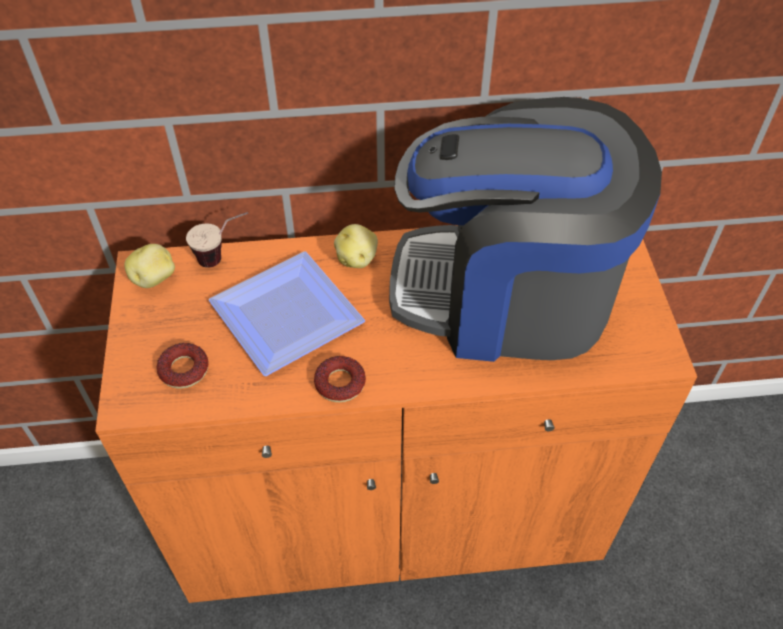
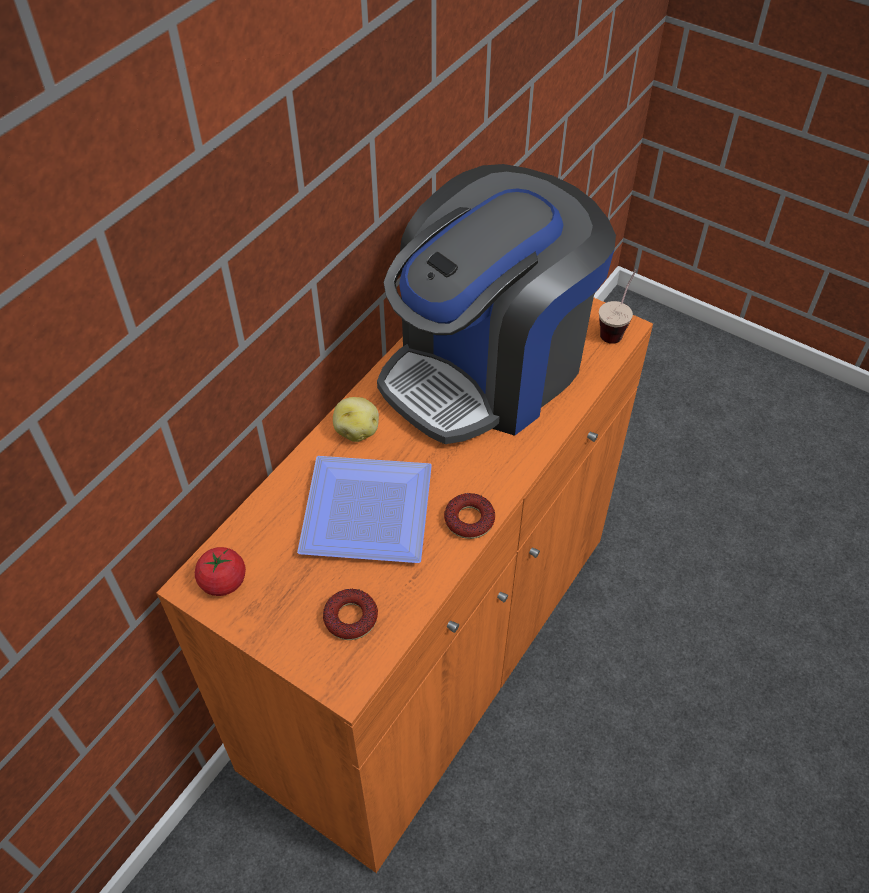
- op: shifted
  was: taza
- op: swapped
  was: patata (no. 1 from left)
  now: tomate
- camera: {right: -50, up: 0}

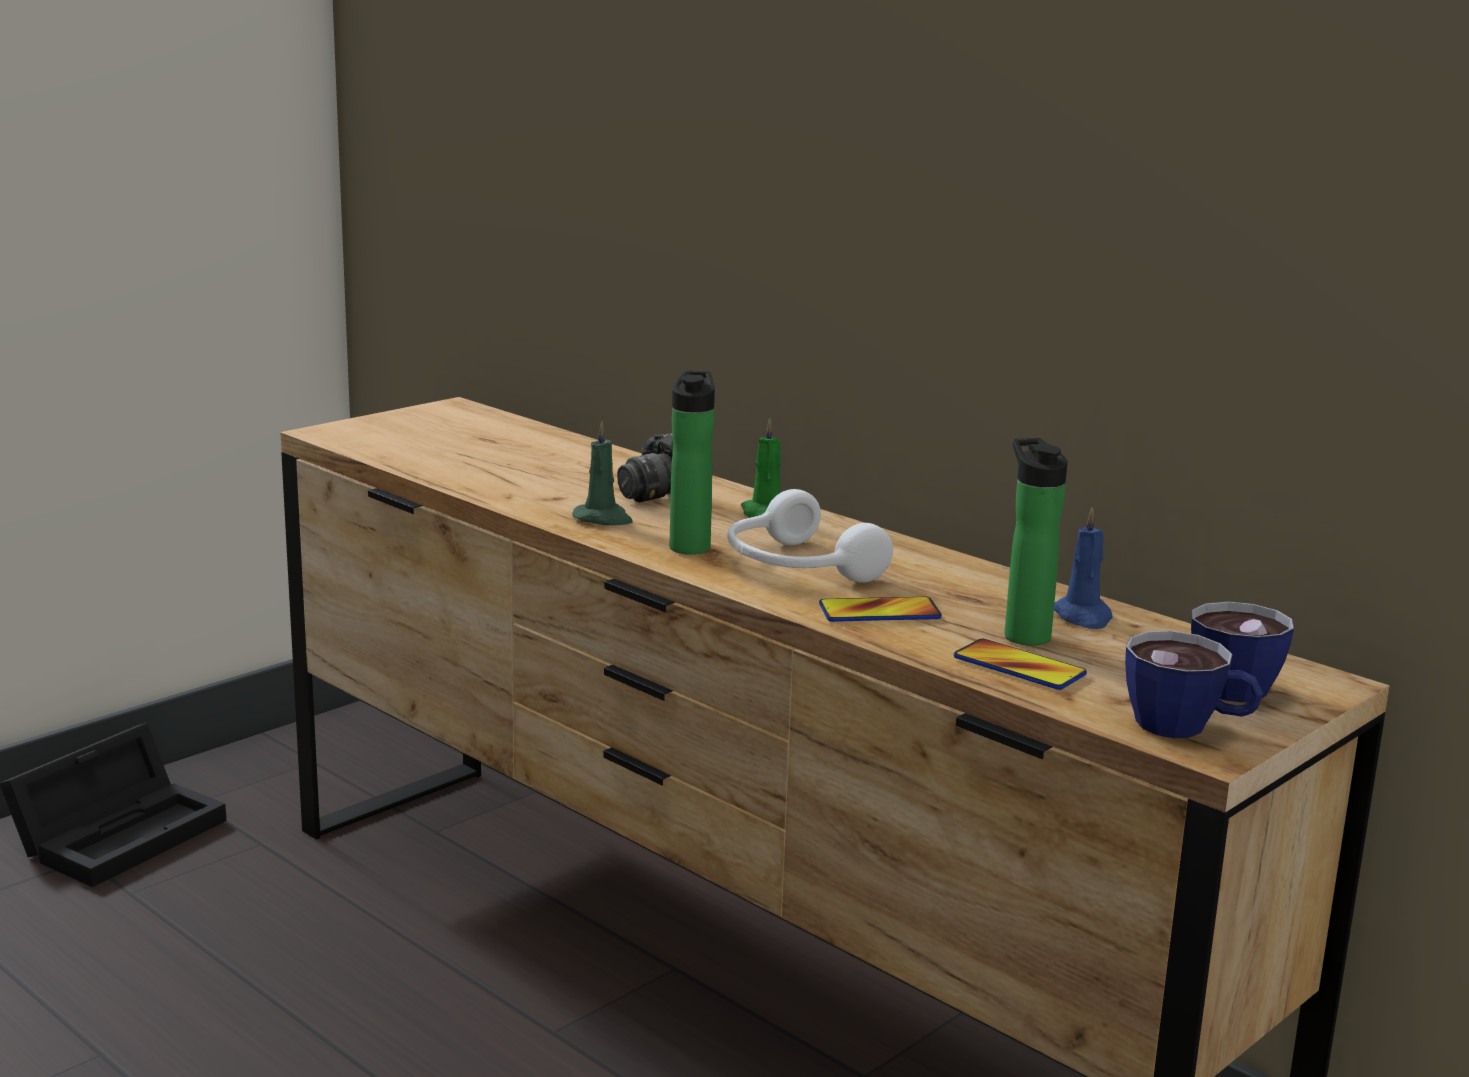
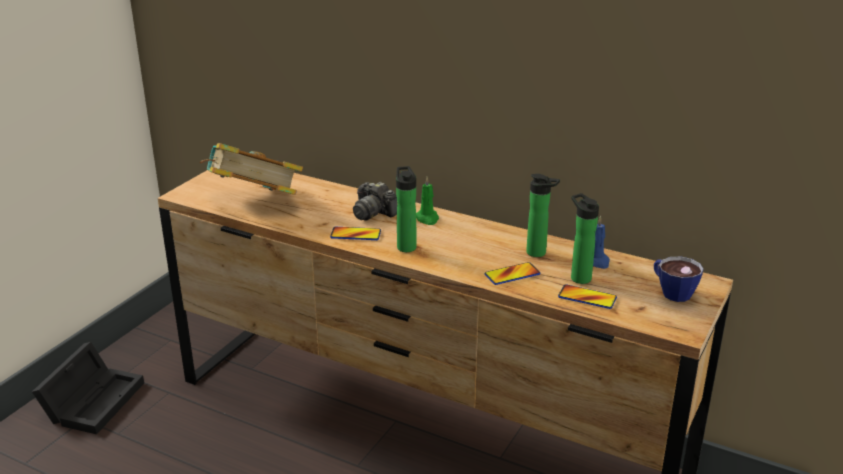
- op: swapped
  was: vela/verde (no. 1 from left)
  now: móvil (no. 1 from left)
- op: gone
  was: auriculares/blanco
- op: gone
  was: taza (no. 1 from left)
- op: new
  now: libro
- op: new
  now: botella (no. 2 from left)
- camera: {right: -15, up: 10}

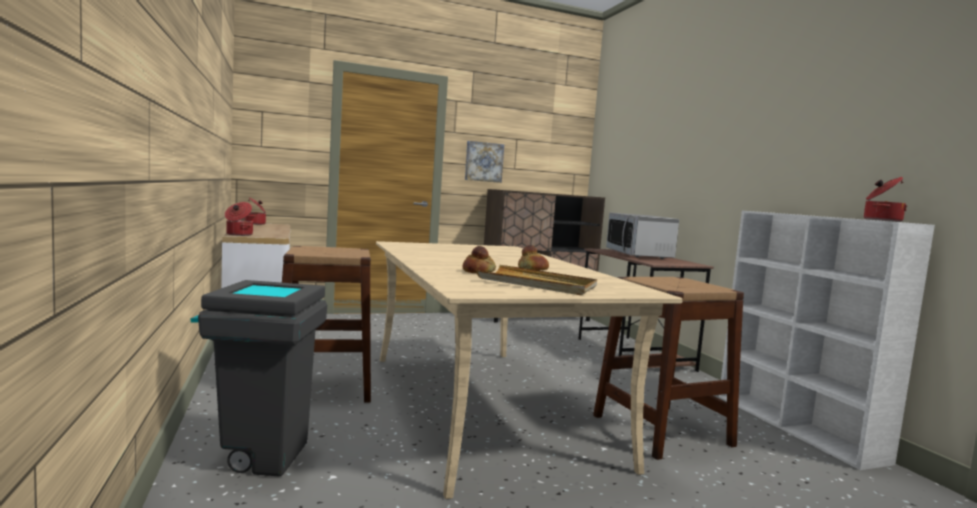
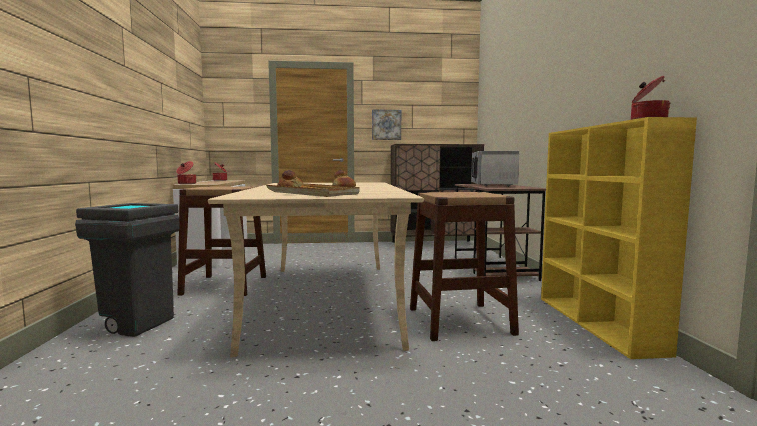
- op: repainted
  was: estantería/blanco
  now: estantería/amarillo
- camera: {right: 15, up: 0}

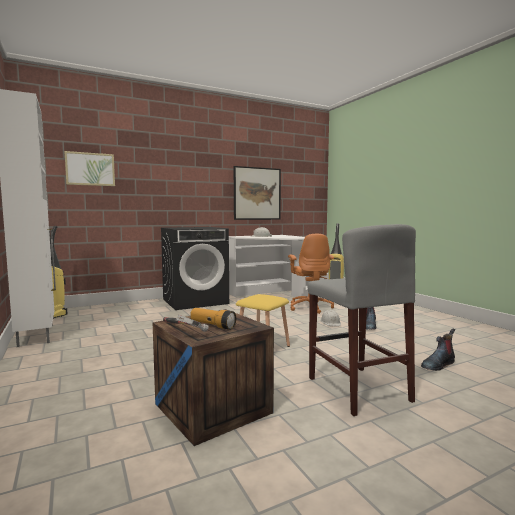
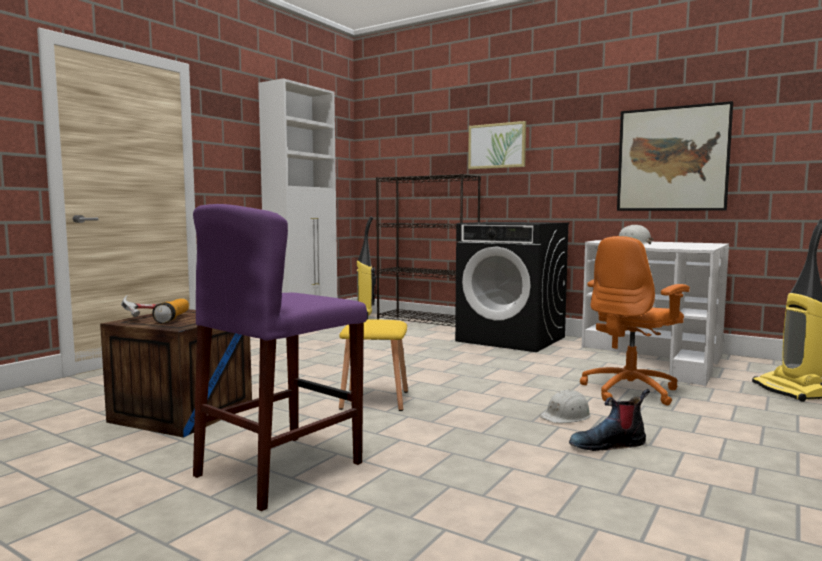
- op: shifted
  was: cuadro (no. 1 from left)
- op: repainted
  was: taburete/gris
  now: taburete/morado
- op: gone
  was: bota (no. 2 from left)
- op: new
  now: estantería/negro
- camera: {right: 60, up: 0}

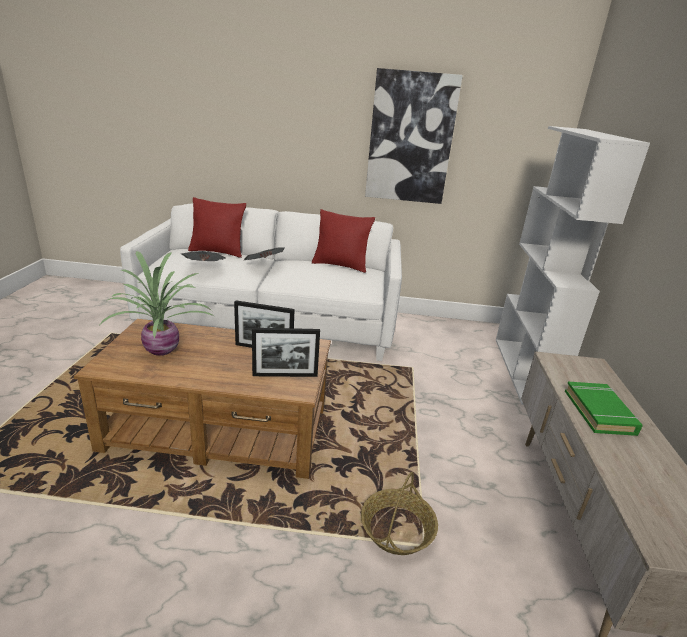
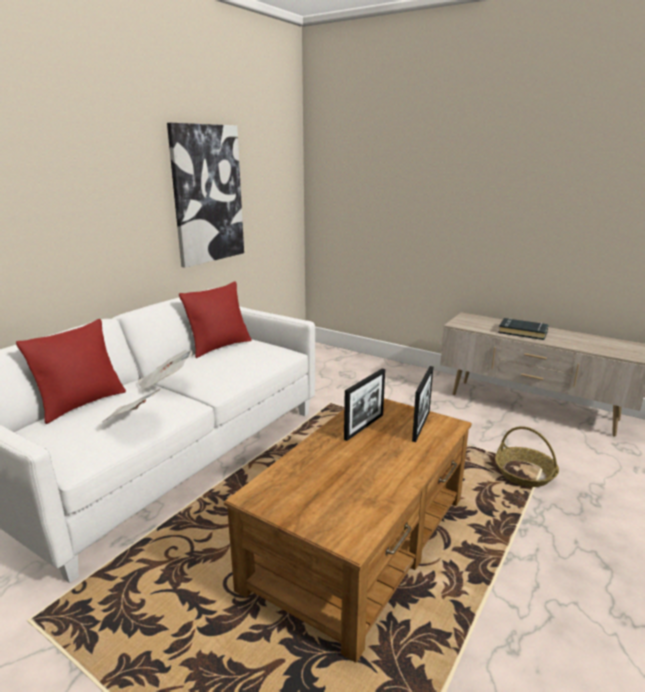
- op: gone
  was: estantería/blanco
- op: gone
  was: planta en maceta
- op: repainted
  was: libro/verde
  now: libro/negro
- camera: {right: -60, up: -5}

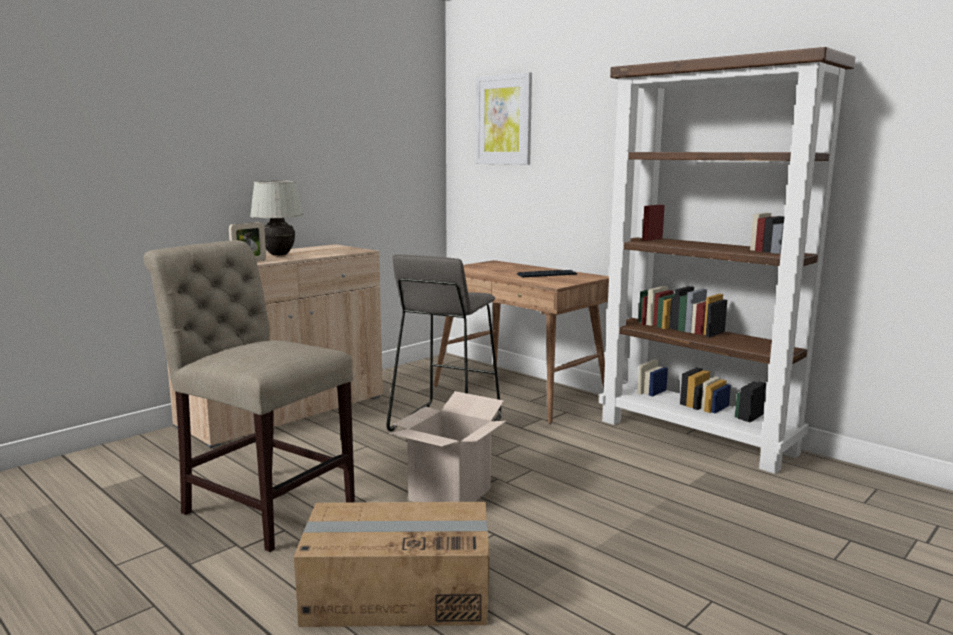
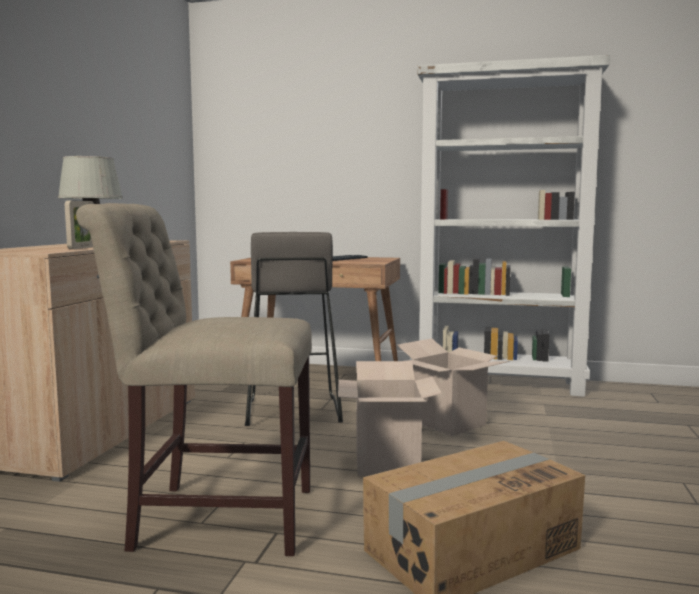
- op: repainted
  was: estantería/marrón
  now: estantería/blanco
- op: gone
  was: cuadro
- op: new
  now: caja de cartón (no. 2 from left)
- camera: {right: -30, up: -5}

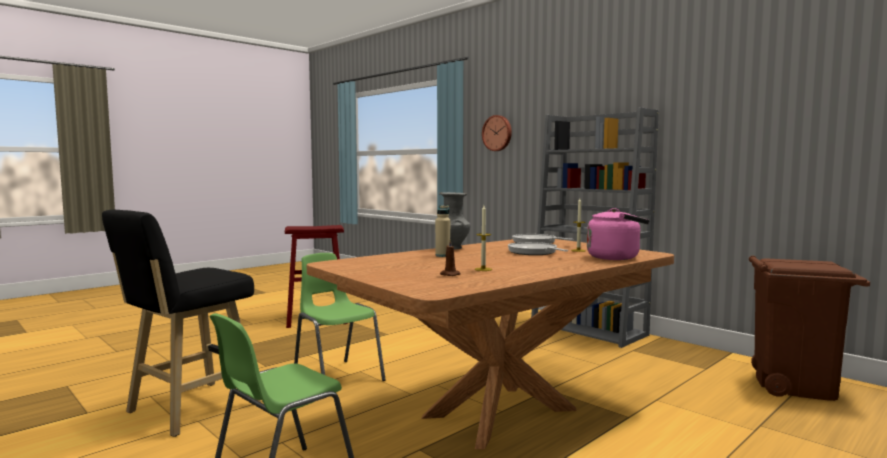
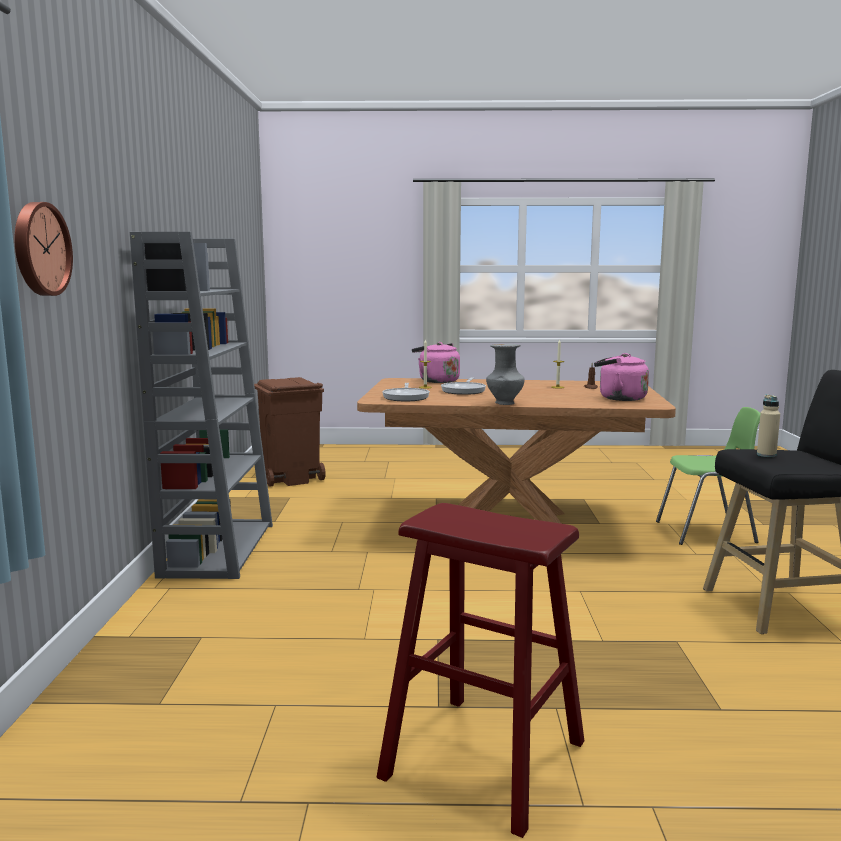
- op: shifted
  was: botella/beis
- op: gone
  was: silla/verde (no. 2 from left)
- op: new
  now: hervidor/rosa (no. 2 from left)
- camera: {right: -135, up: 5}

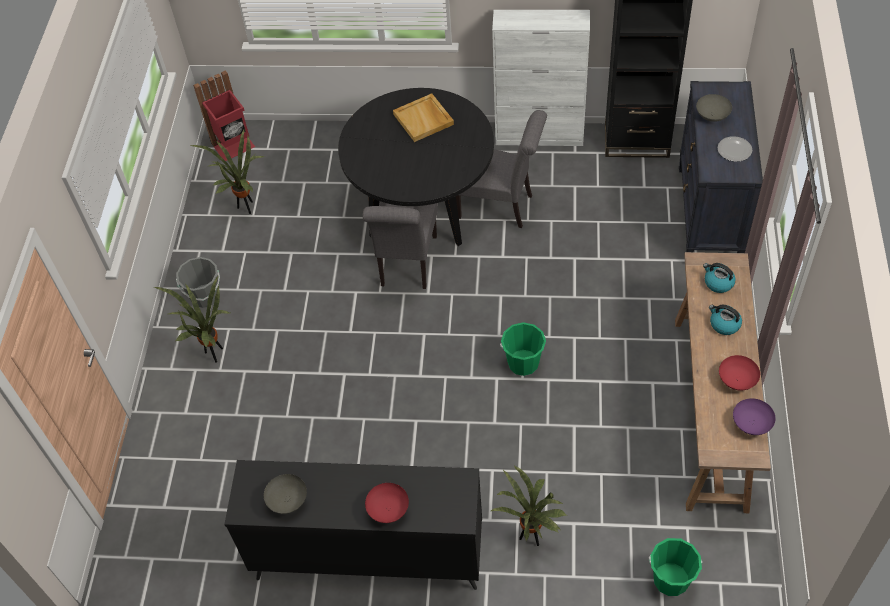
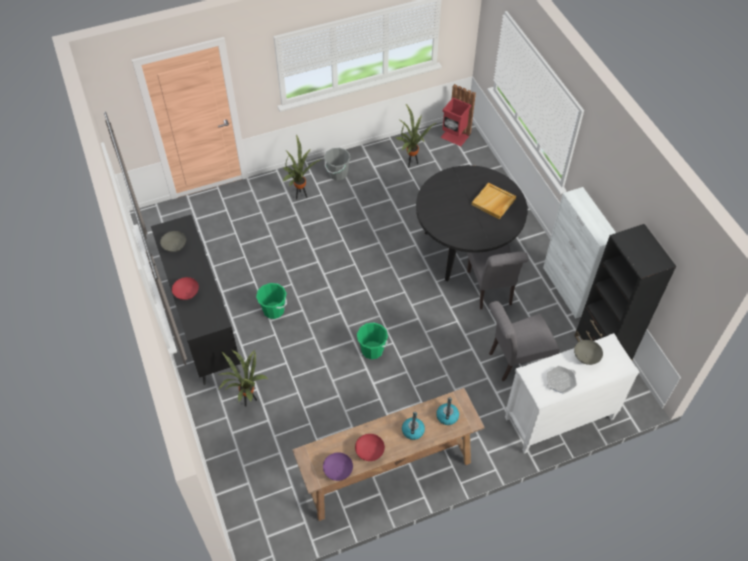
- op: repainted
  was: cómoda/negro (no. 2 from left)
  now: cómoda/blanco
- op: swapped
  was: plato
  now: sartén
- op: shifted
  was: silla/gris (no. 1 from left in the first image)
  now: silla/gris (no. 2 from left)
- op: shifted
  was: cubo/verde (no. 2 from left in the first image)
  now: cubo/verde (no. 1 from left)
- camera: {right: 60, up: 0}

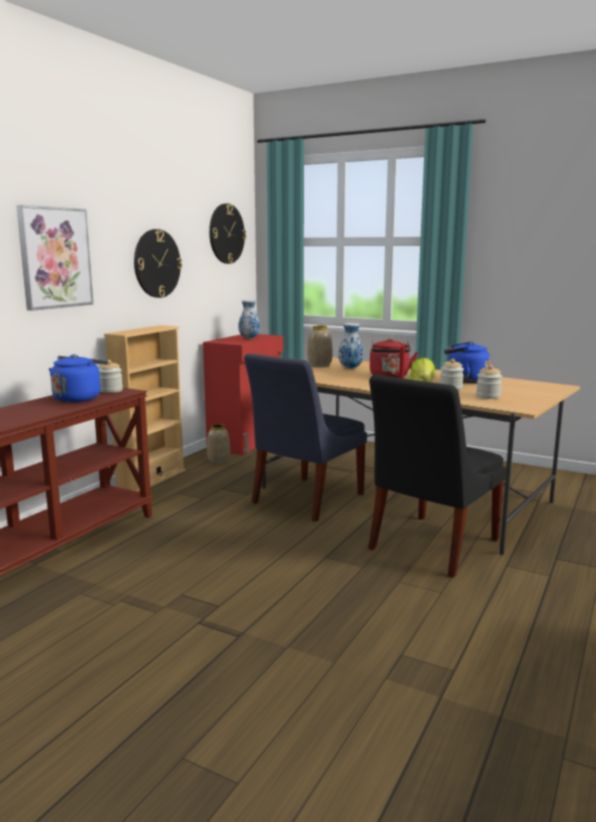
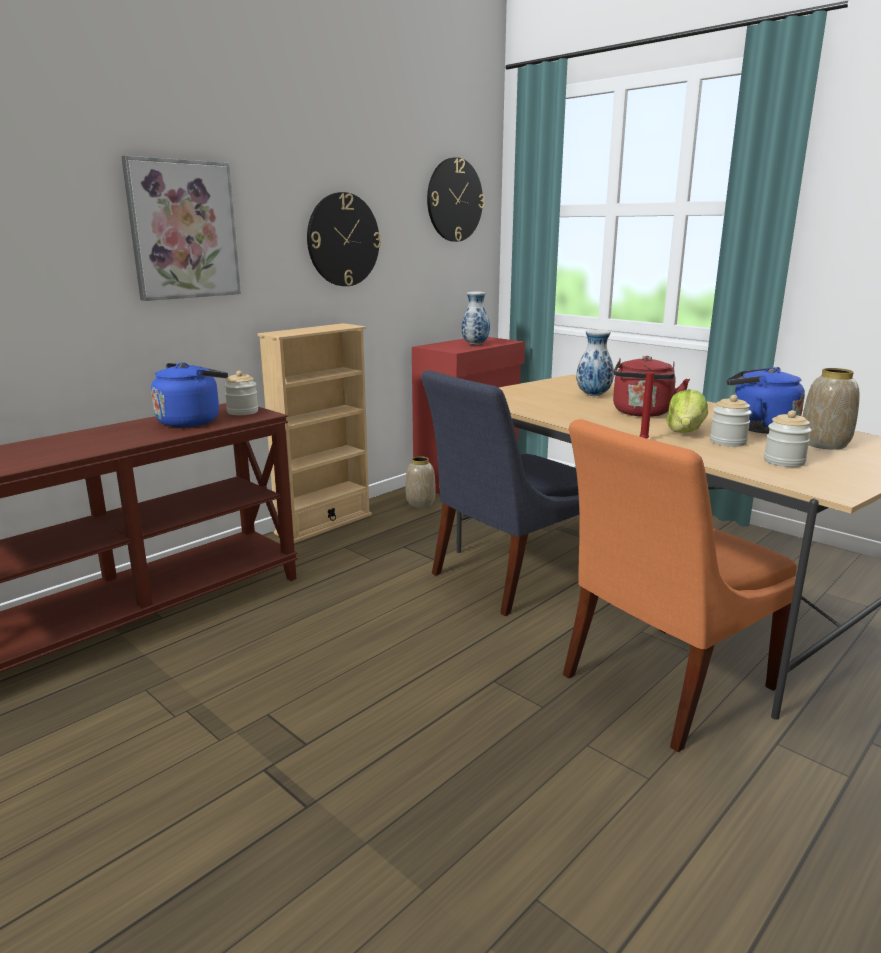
- op: shifted
  was: florero (no. 3 from left in the first image)
  now: florero (no. 4 from left)
- op: repainted
  was: silla/negro
  now: silla/naranja
- camera: {right: 15, up: 5}

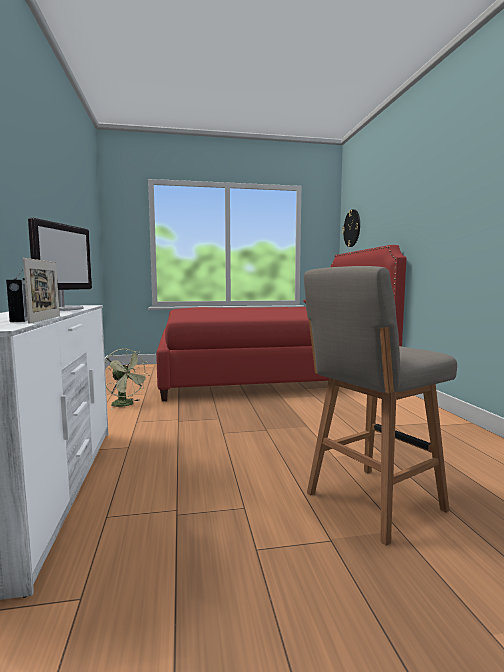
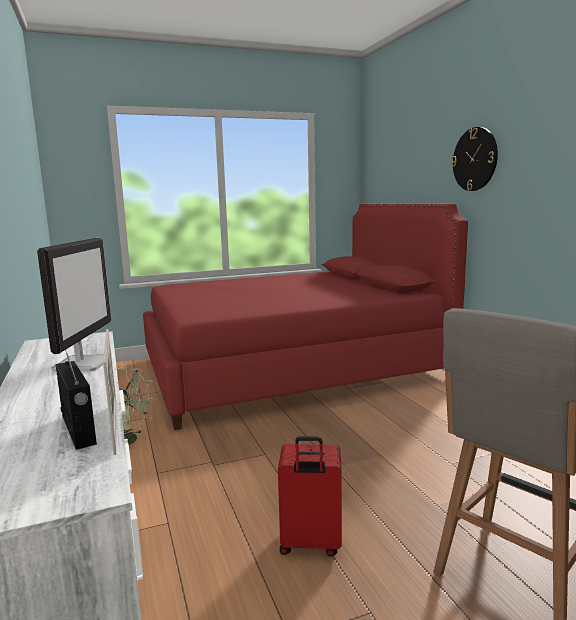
- op: shifted
  was: reloj de pared
- op: new
  now: maleta/rojo
- camera: {right: -10, up: 5}

